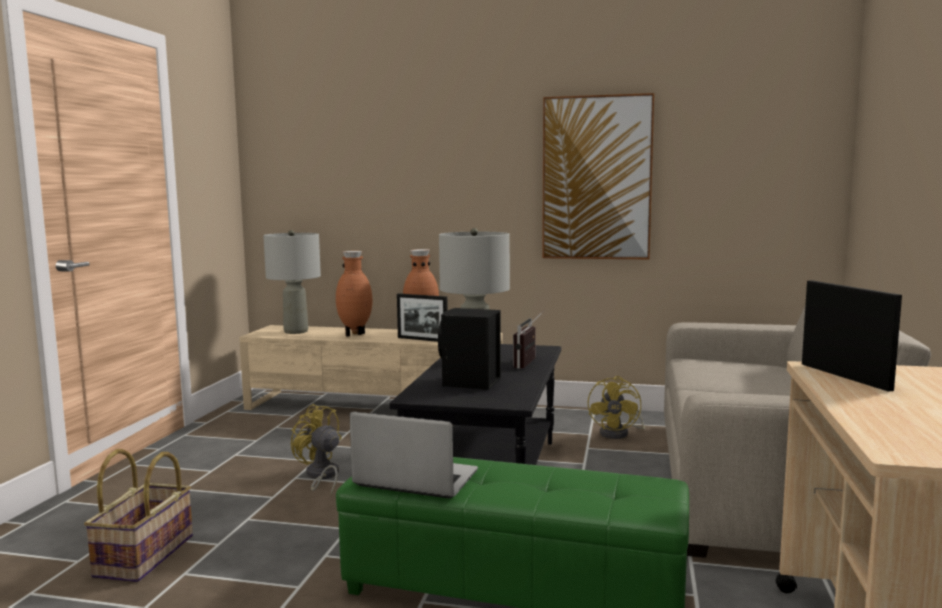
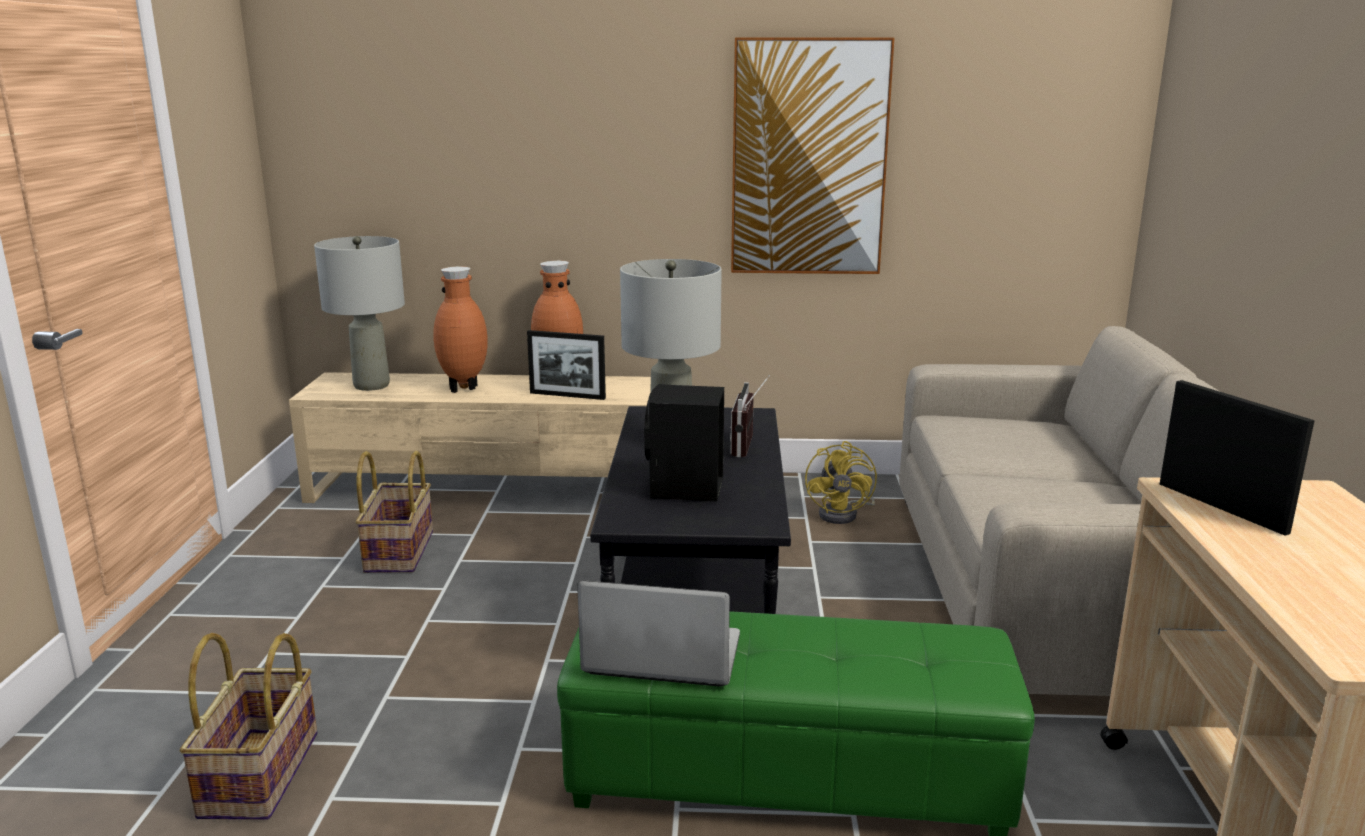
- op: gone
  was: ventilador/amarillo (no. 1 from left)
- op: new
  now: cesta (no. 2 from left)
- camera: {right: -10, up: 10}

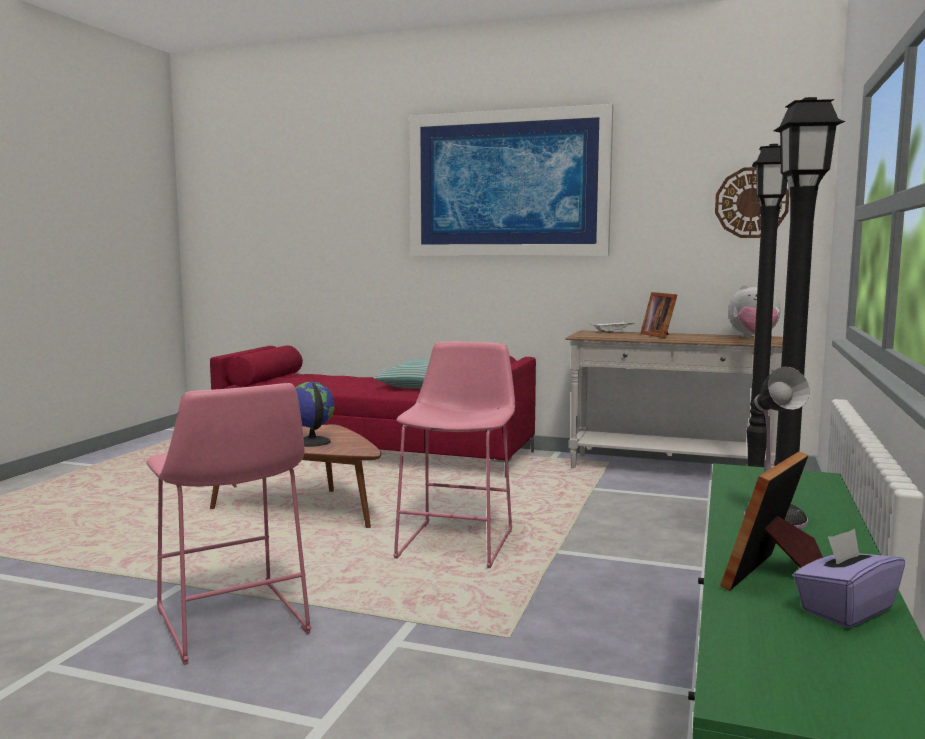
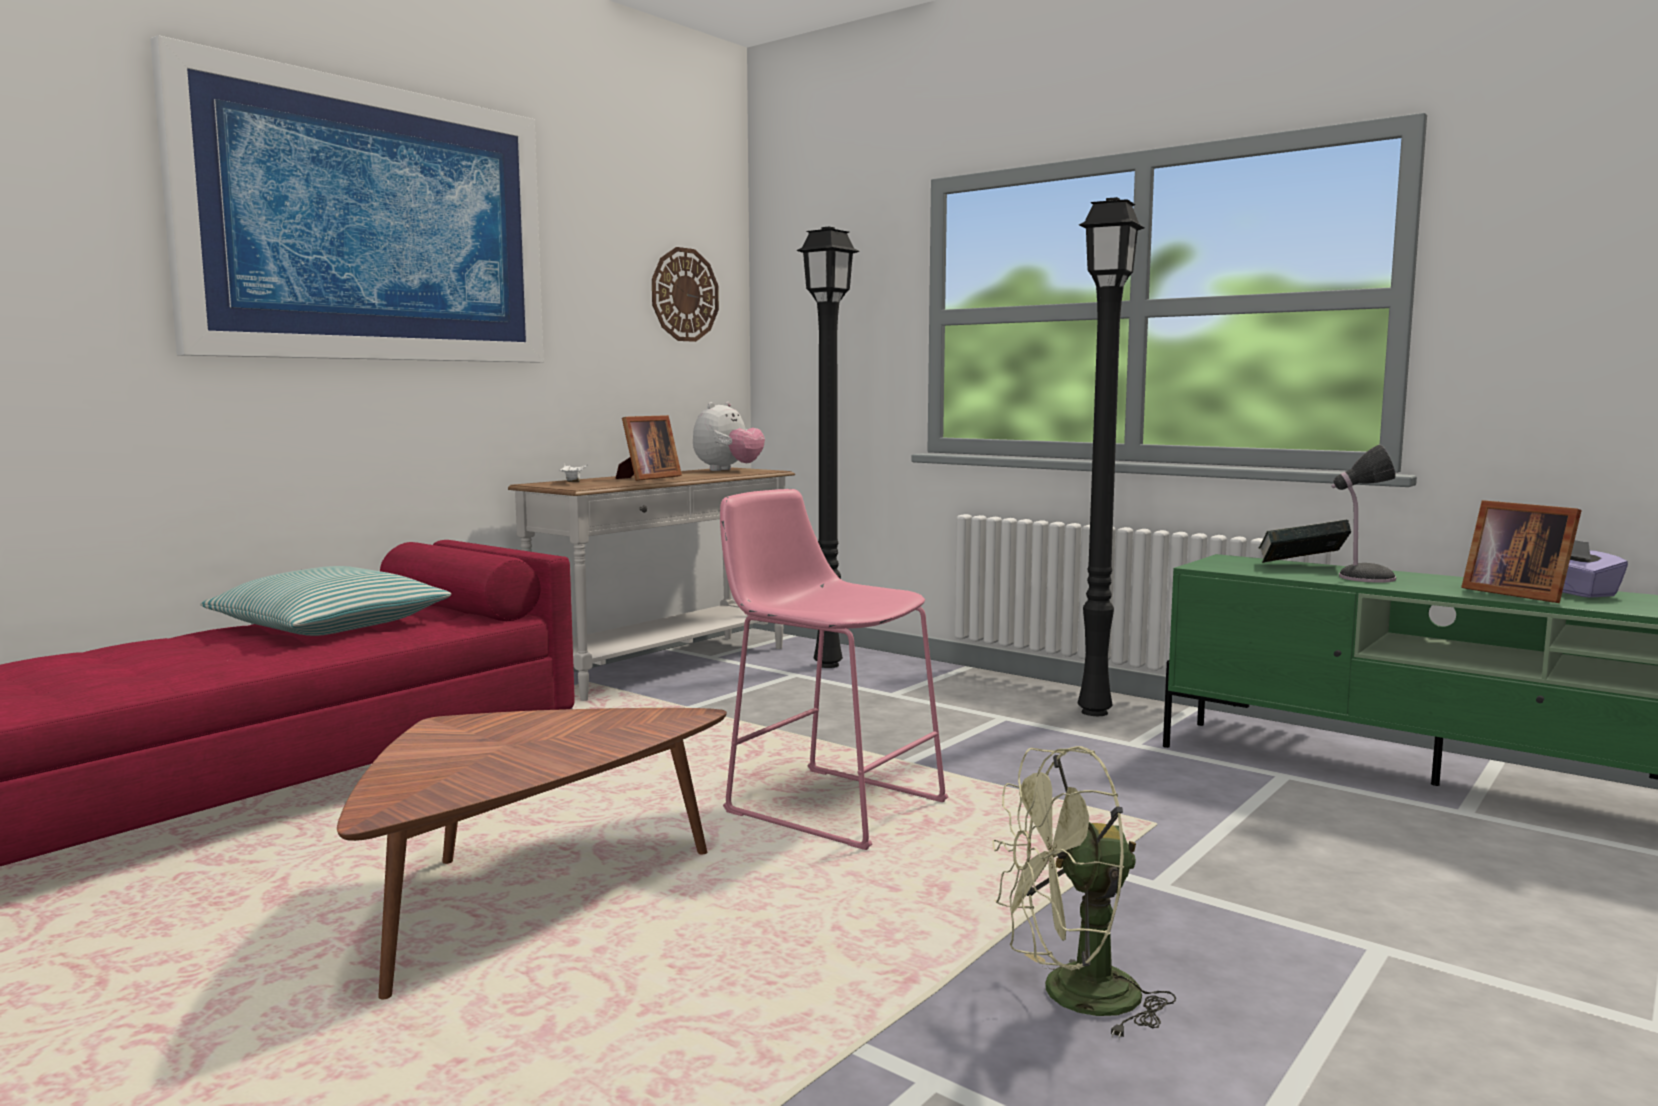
- op: rotated
  was: portarretratos (no. 1 from left)
  clockwise: -60
- op: gone
  was: globo terráqueo
- op: swapped
  was: taburete/rosa (no. 1 from left)
  now: ventilador/verde
- op: new
  now: libro
- camera: {right: -70, up: 0}

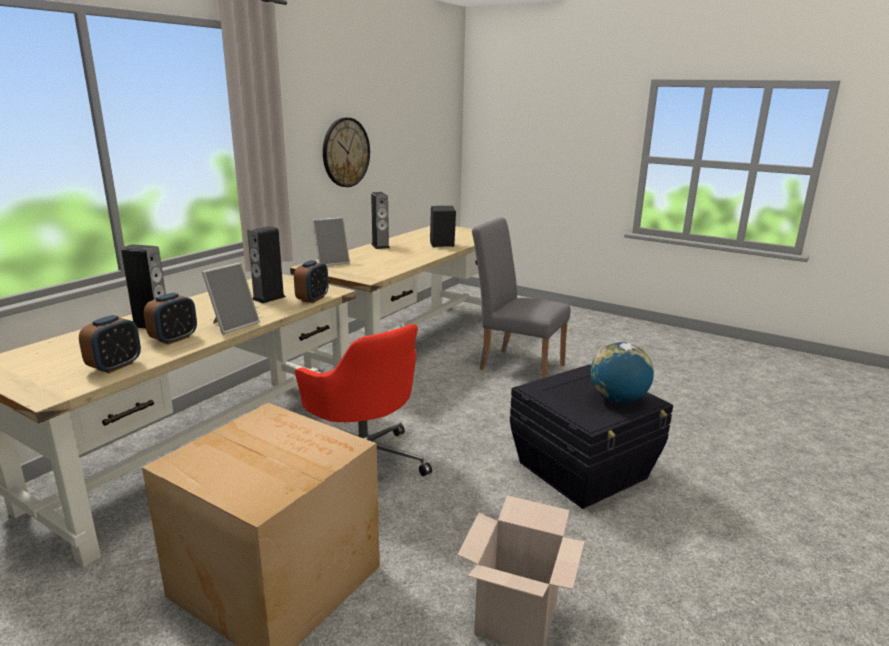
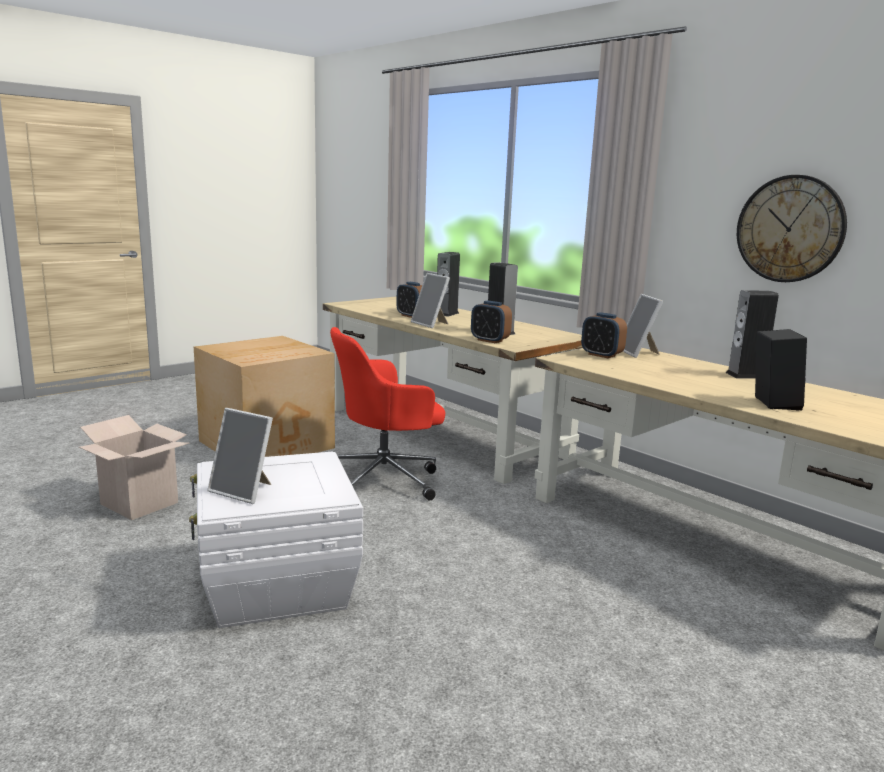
- op: gone
  was: silla/gris
- op: shifted
  was: despertador (no. 1 from left in the first image)
  now: despertador (no. 3 from left)
- op: swapped
  was: globo terráqueo
  now: portarretratos (no. 1 from left)
- op: repainted
  was: caja de almacenaje/negro
  now: caja de almacenaje/blanco
- camera: {right: 105, up: -5}

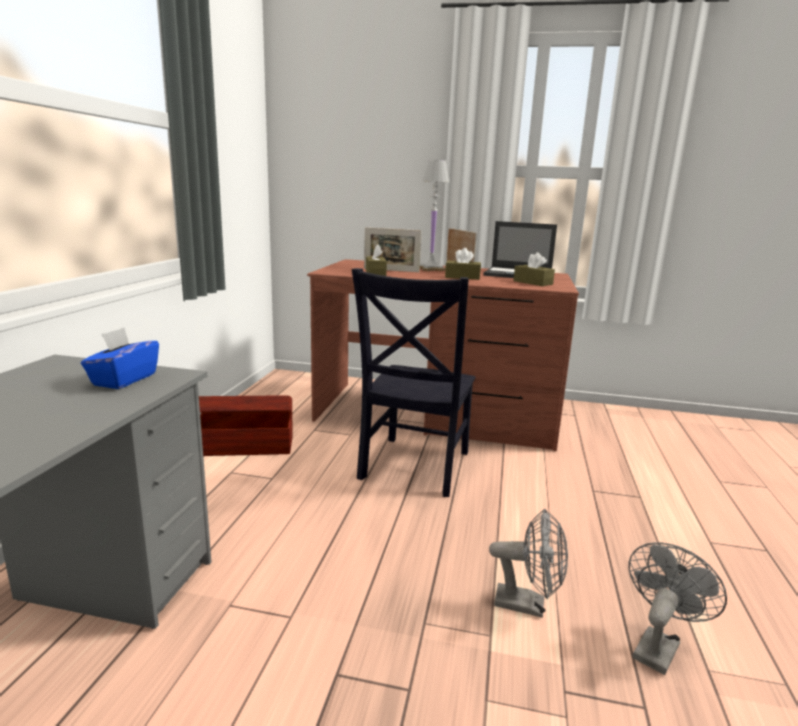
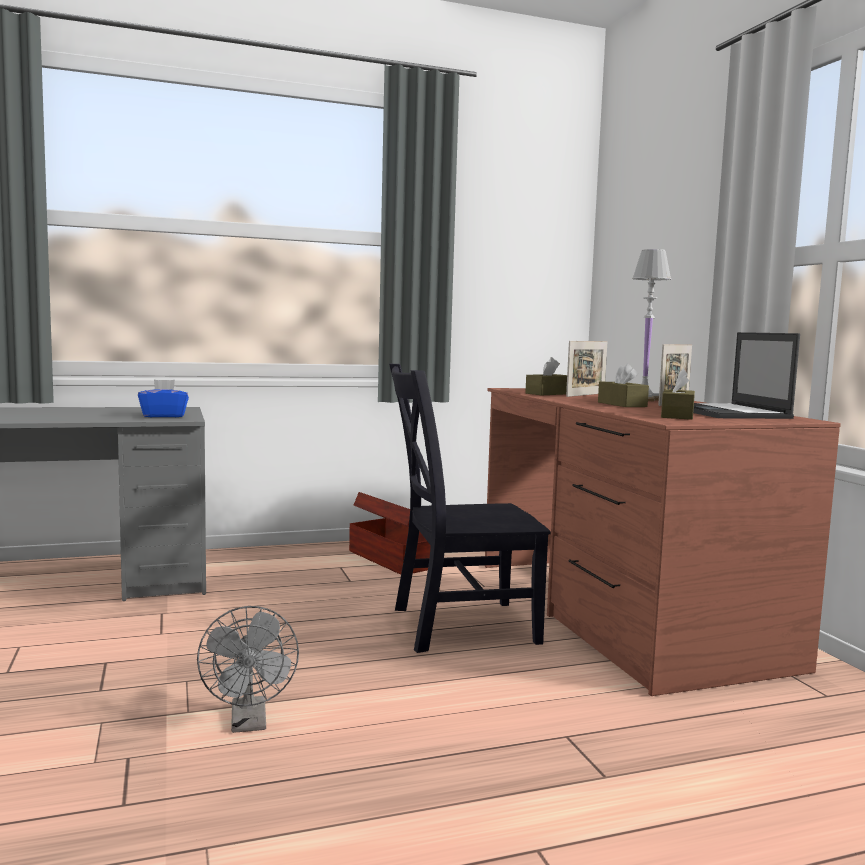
- op: rotated
  was: portarretratos (no. 1 from left)
  clockwise: -120
- op: gone
  was: ventilador/gris (no. 2 from left)
- camera: {right: 60, up: -10}

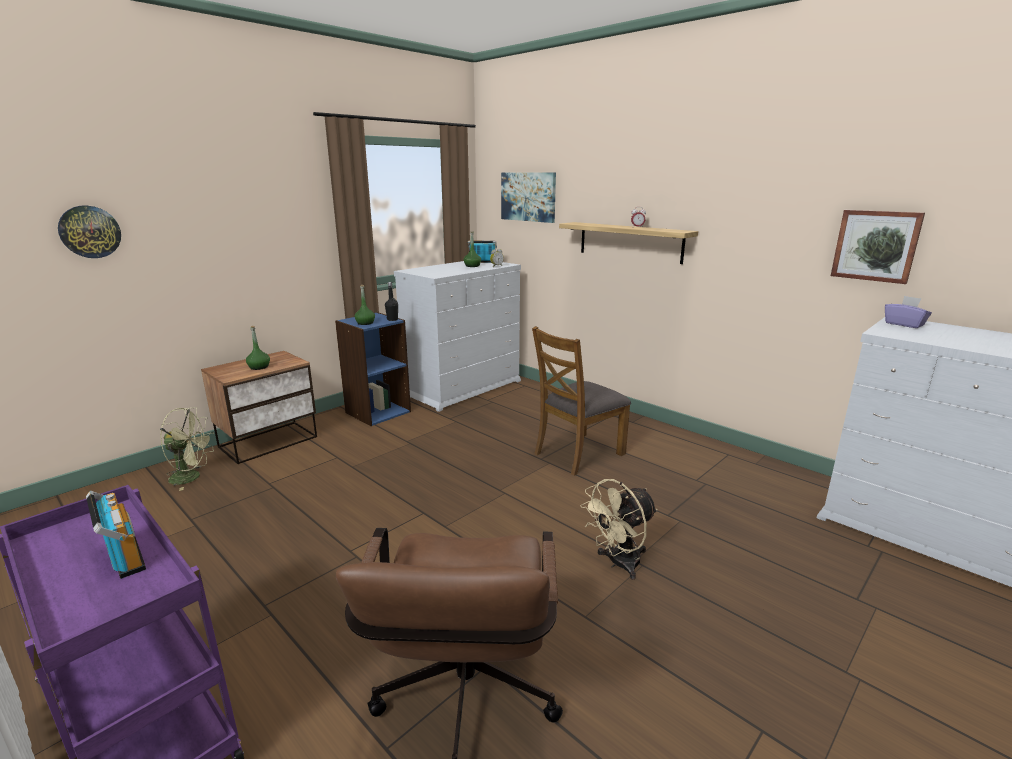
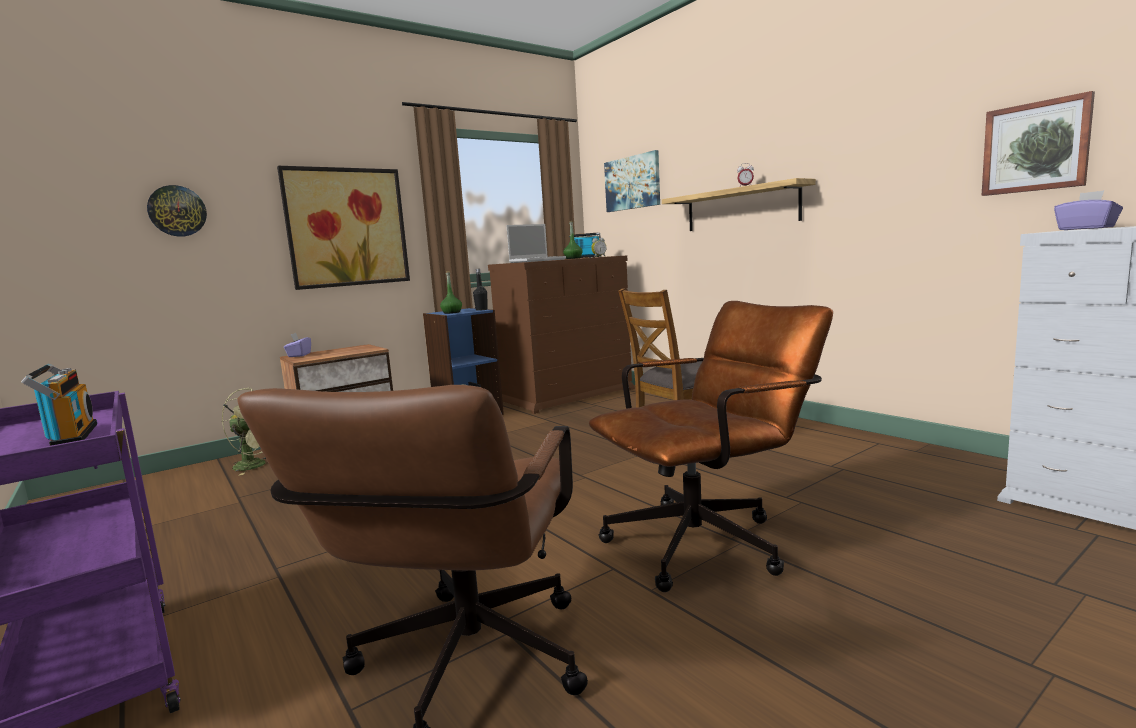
- op: repainted
  was: cómoda/blanco (no. 1 from left)
  now: cómoda/marrón
- op: gone
  was: botella/verde (no. 1 from left)
- op: swapped
  was: ventilador/beis
  now: silla de oficina/marrón (no. 2 from left)
- op: new
  now: cuadro (no. 1 from left)
- op: new
  now: portátil
- op: new
  now: caja de pañuelos/morado (no. 1 from left)
- camera: {right: 10, up: -10}

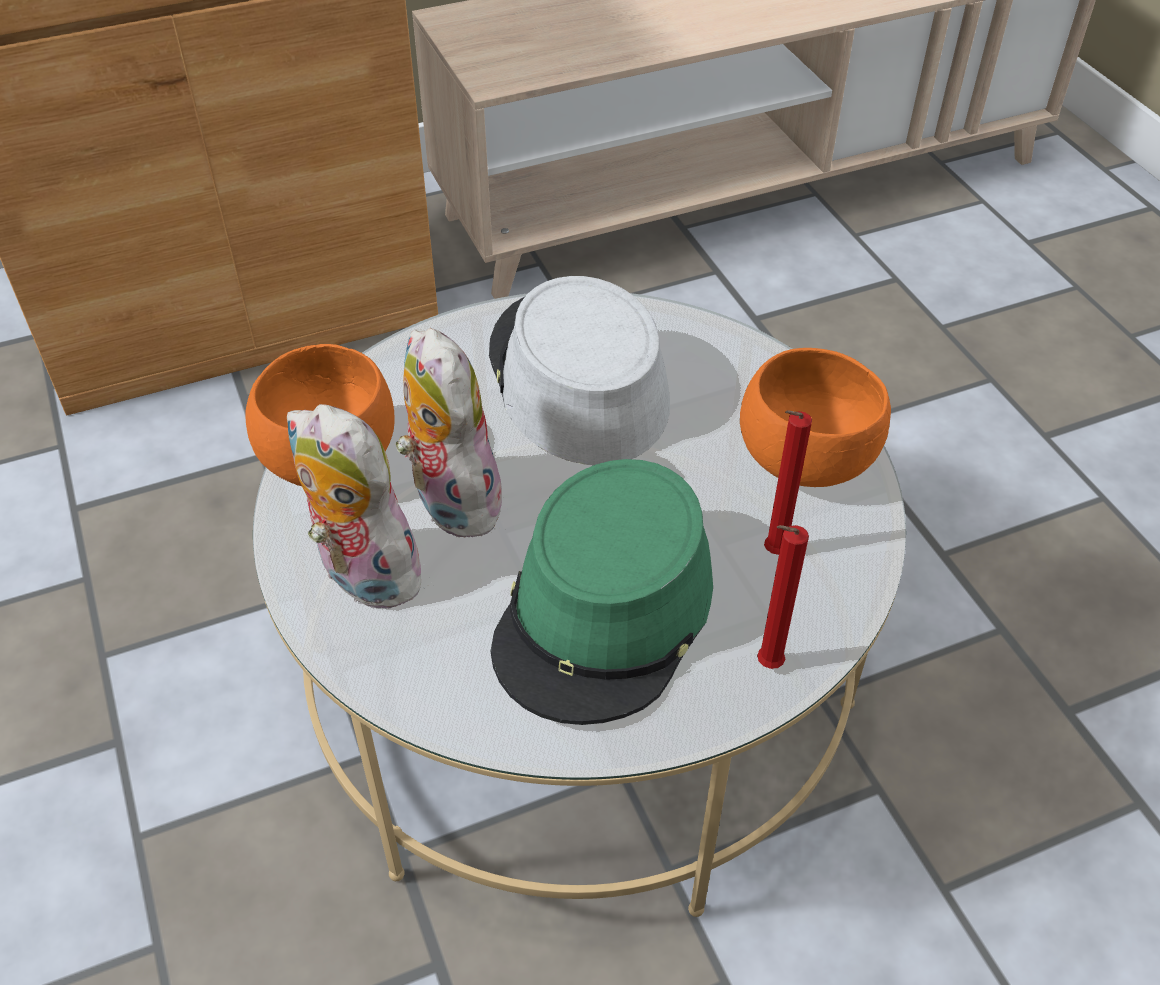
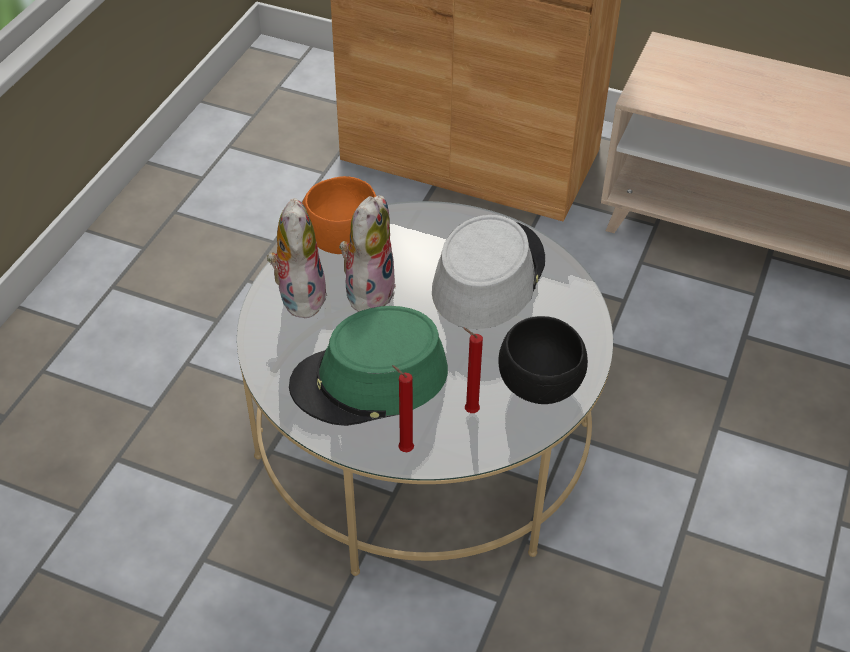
- op: repainted
  was: cuenco/naranja (no. 2 from left)
  now: cuenco/negro
- camera: {right: 45, up: 0}

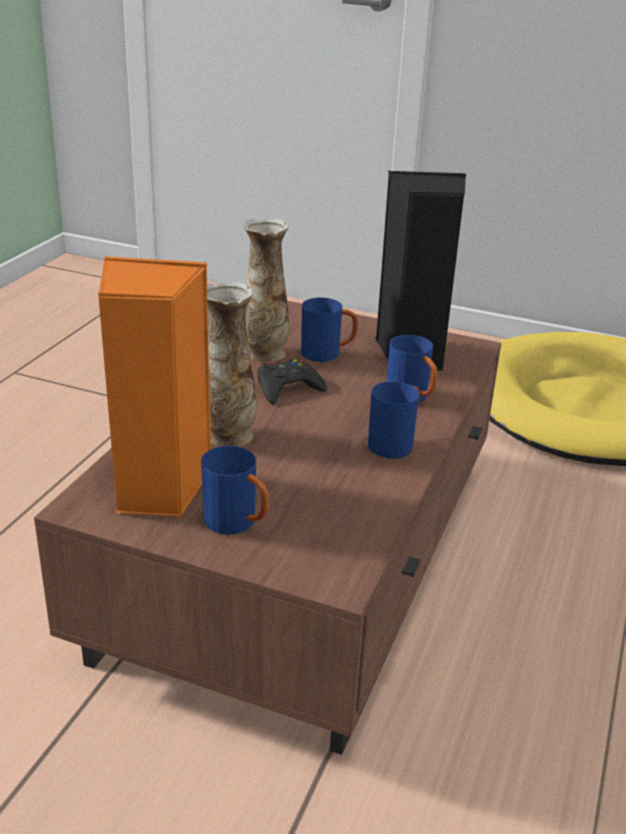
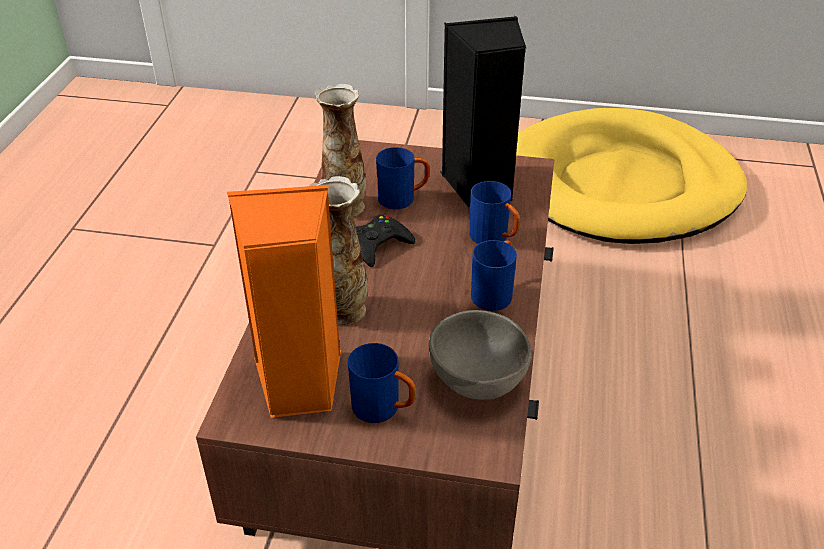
- op: new
  now: cuenco/gris
- camera: {right: -10, up: 10}

